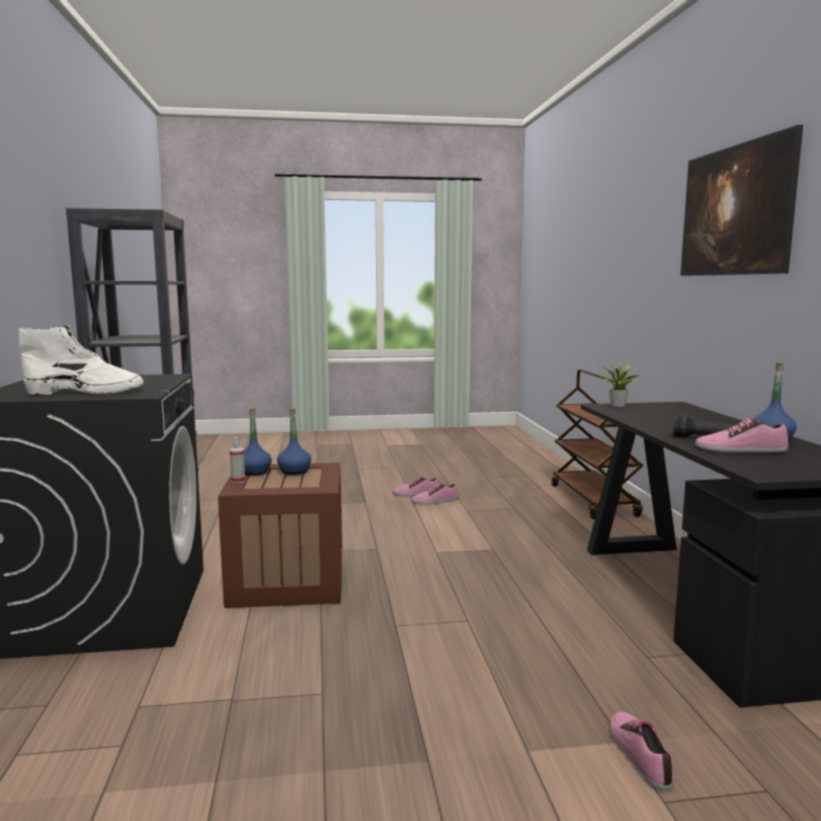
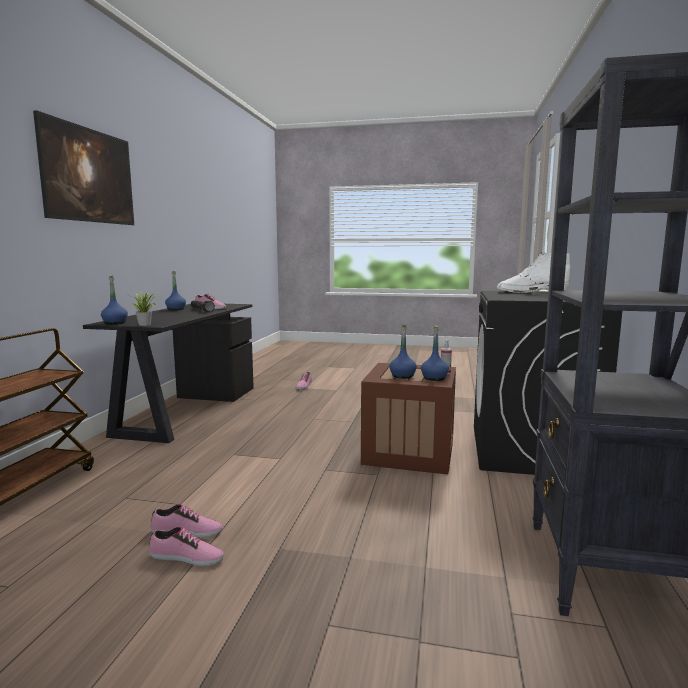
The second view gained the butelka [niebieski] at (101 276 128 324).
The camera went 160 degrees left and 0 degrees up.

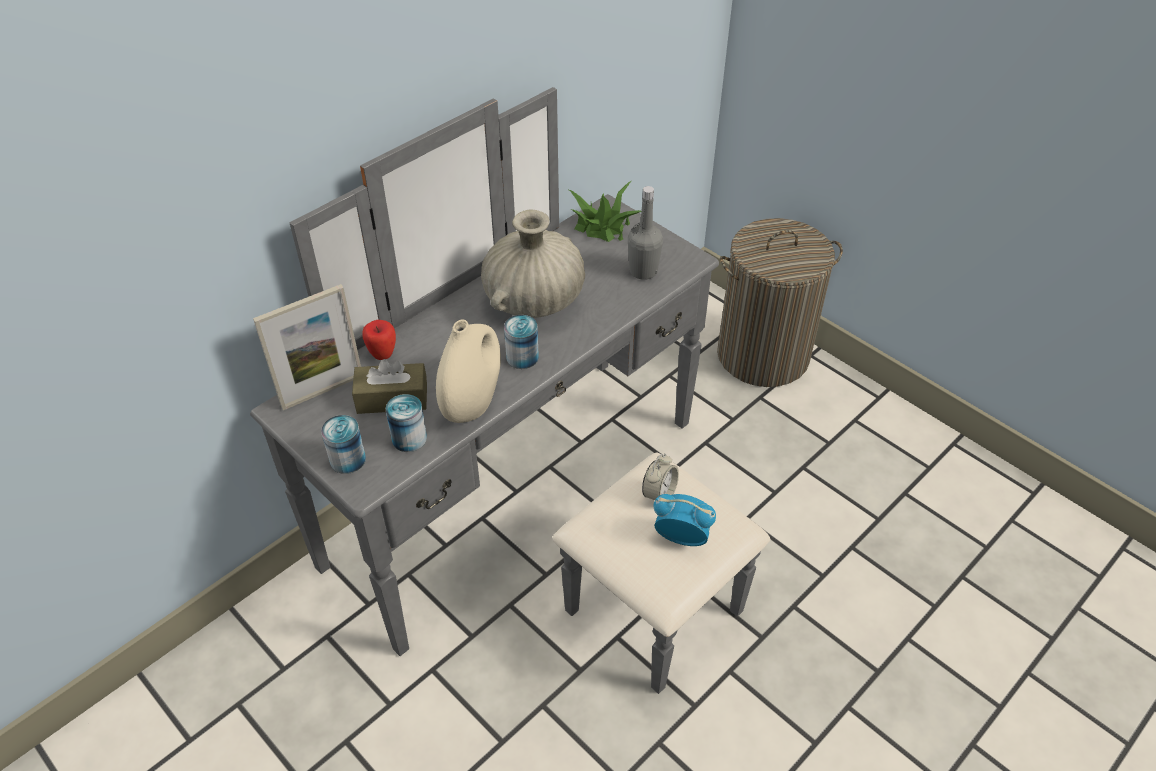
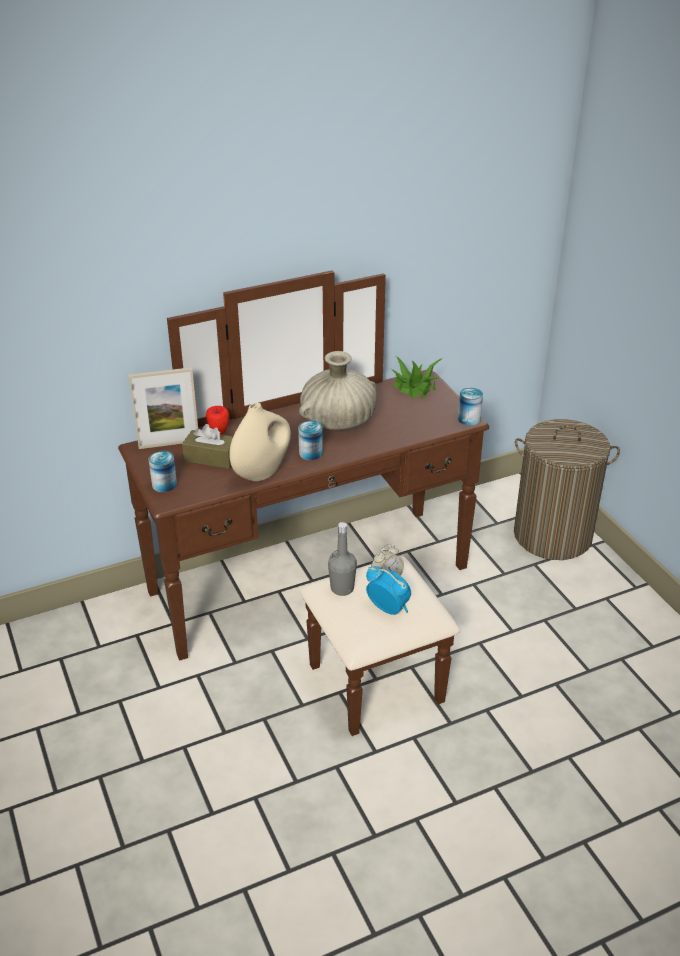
What was the komoda [szary] at (250 87 770 694) turned into the komoda [brązowy] at (118 270 489 736).
The butelka [szary] ended up elsewhere, having gone from (628 186 663 280) to (328 522 357 596).
The puszka ended up elsewhere, having gone from (385 394 427 452) to (458 388 483 426).
The camera went 20 degrees right and 10 degrees down.

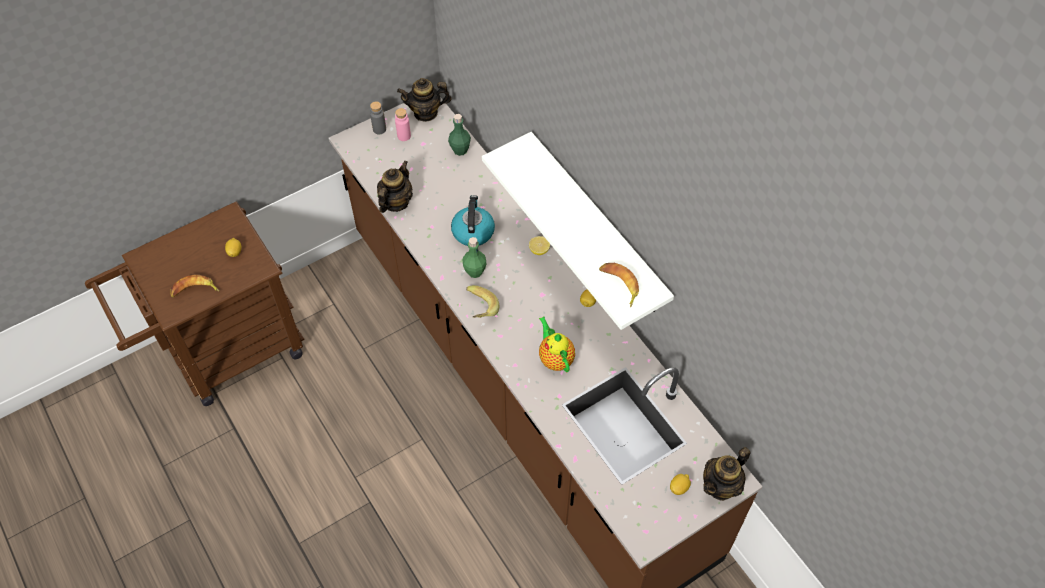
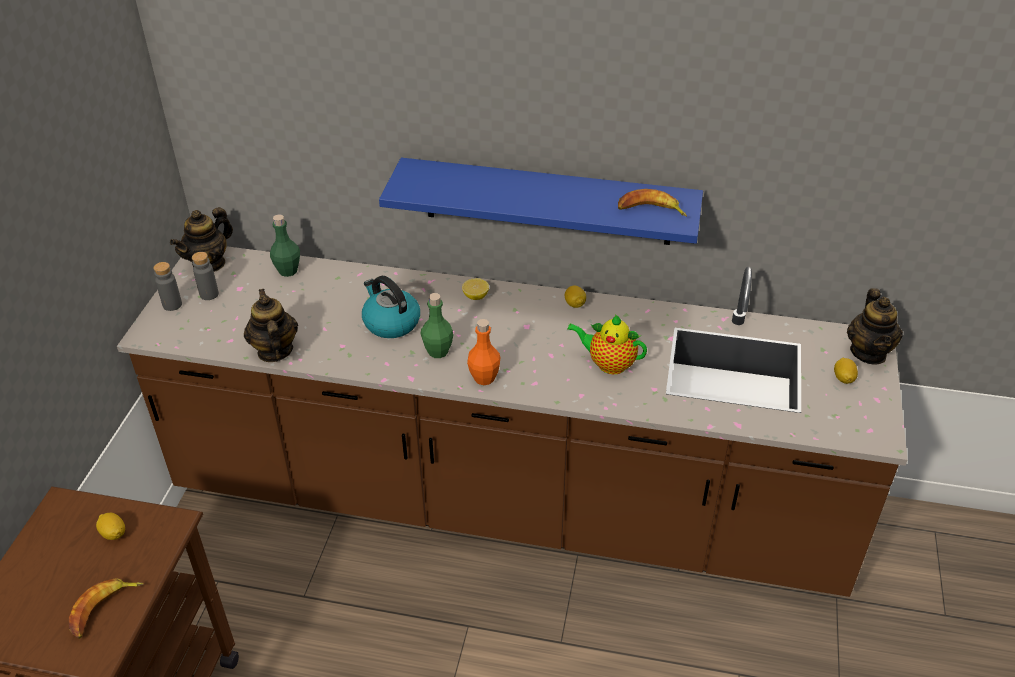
What was the butelka [różowy] at (395 108 411 141) turned into the butelka [szary] at (192 252 219 300).
What was the półka [biały] at (482 132 674 330) turned into the półka [niebieski] at (379 158 703 245).
Where the banan stood at (466 285 499 318), the butelka [pomarańczowy] came to stand at (467 319 501 385).
The camera went 45 degrees left and 15 degrees down.

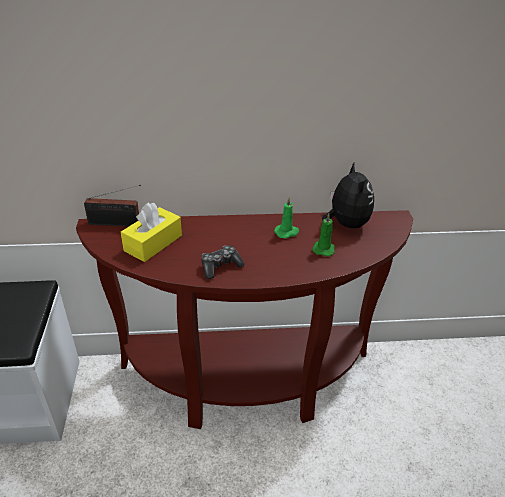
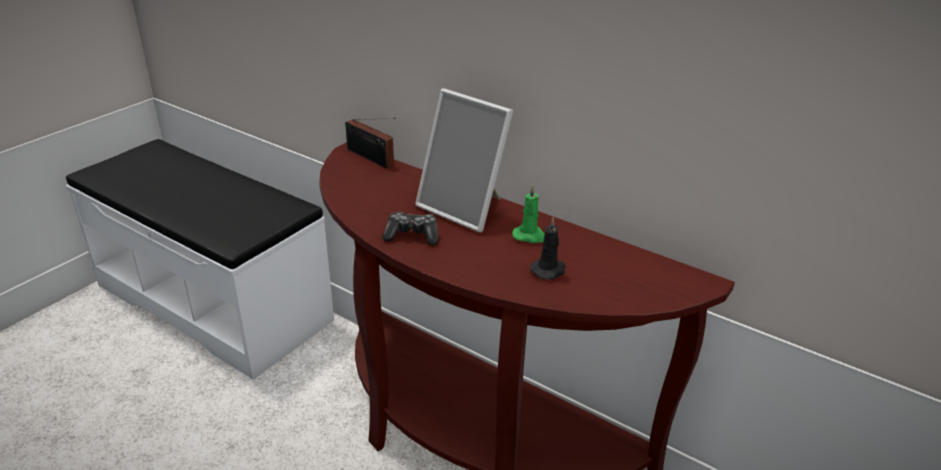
The second view gained the ramka na zdjęcie at (415 88 513 233).
What was the świeca [zielony] at (312 213 335 256) turned into the świeca [czarny] at (530 217 566 280).
The second view lost the pudełko chusteczek [żółty] at (121 203 182 262).
The second view lost the pluszak at (322 162 374 228).
The camera went 40 degrees right and 5 degrees down.

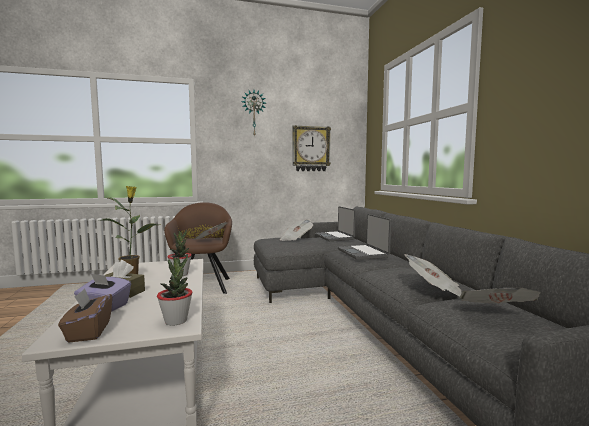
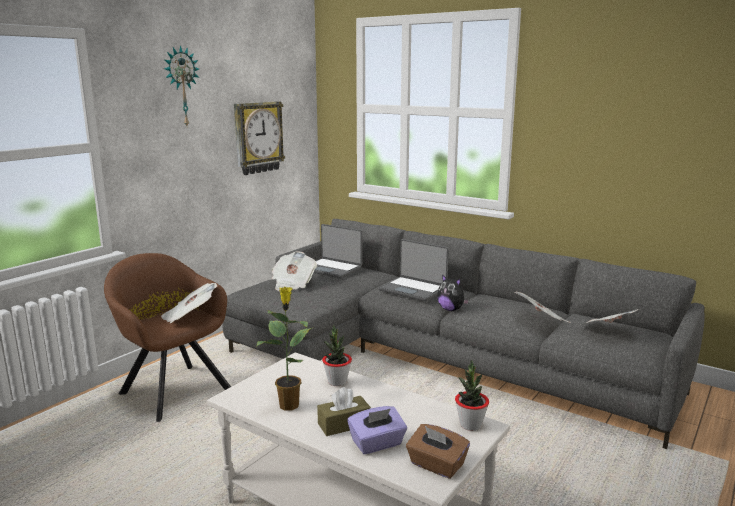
The second view gained the pluszak at (437 274 469 311).
The camera went 40 degrees left and 10 degrees up.

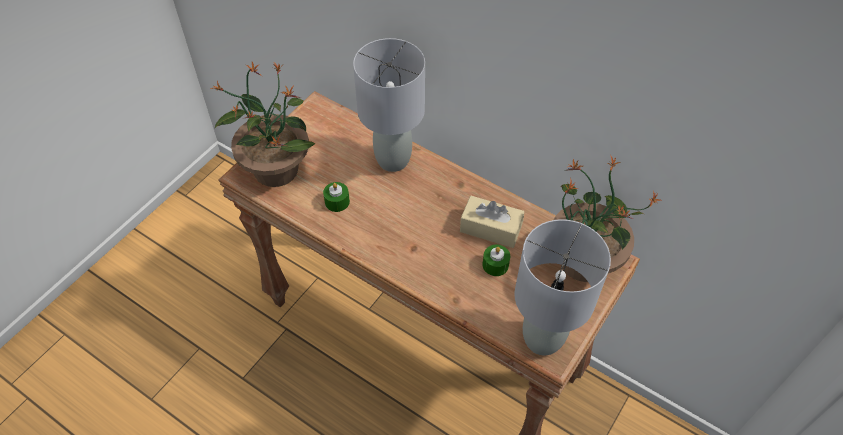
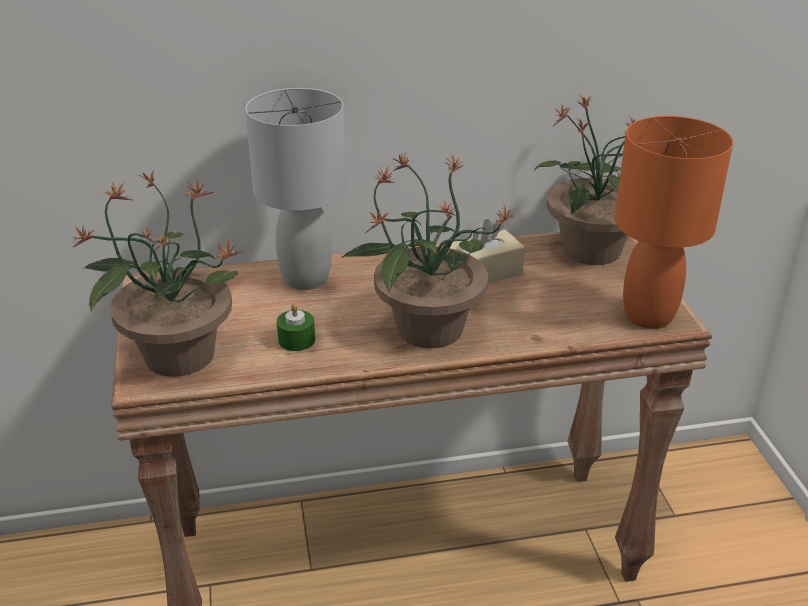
The second view gained the roślina doniczkowa at (341 153 513 348).
What was the lampa stołowa [szary] at (515 219 611 355) turned into the lampa stołowa [pomarańczowy] at (614 116 733 329).
The second view lost the świeca [zielony] at (483 245 510 276).
The camera went 45 degrees left and 20 degrees down.

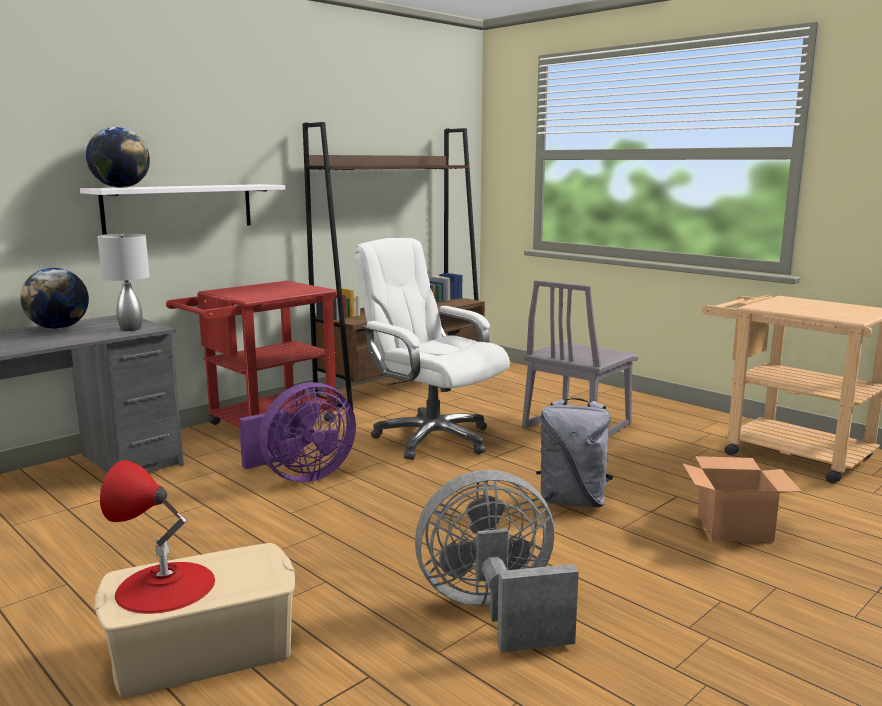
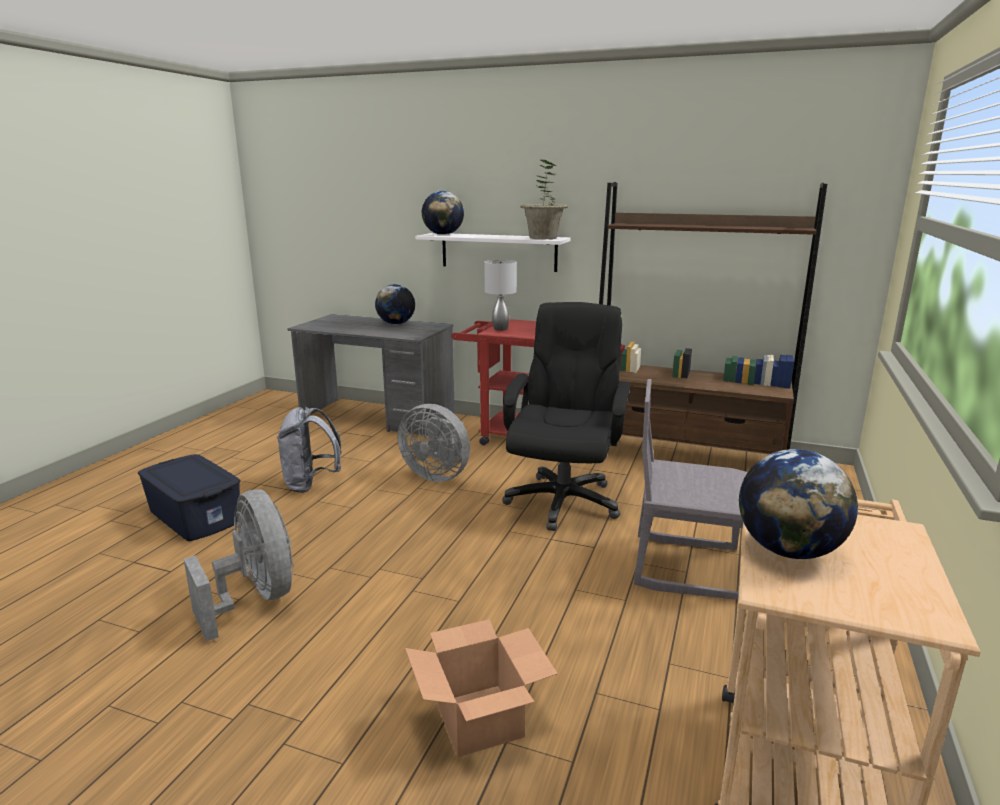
What was the pojemnik do przechowywania [beżowy] at (94 543 295 698) turned into the pojemnik do przechowywania [niebieski] at (138 454 240 541).
The plecak [szary] ended up elsewhere, having gone from (536 398 613 508) to (277 407 341 493).
What was the wentylator [fioletowy] at (239 382 356 482) turned into the wentylator [szary] at (398 404 470 482).
The lampa stołowa [szary] ended up elsewhere, having gone from (97 234 149 331) to (485 260 517 331).
What was the krzesło biurowe [biały] at (354 238 510 460) turned into the krzesło biurowe [czarny] at (502 302 631 531).
The second view gained the roślina doniczkowa at (520 160 568 239).
The second view gained the globus at (739 449 858 559).
The second view lost the lampa stołowa [czerwony] at (100 460 215 614).
The camera went 65 degrees right and 5 degrees up.

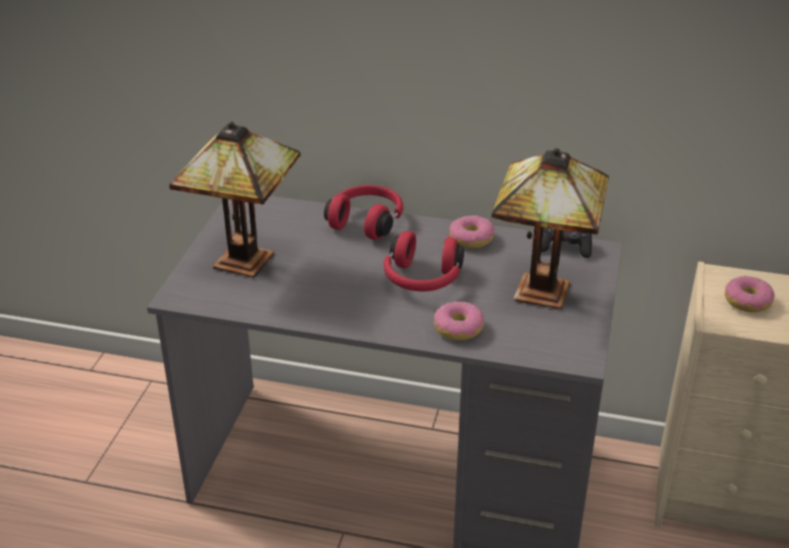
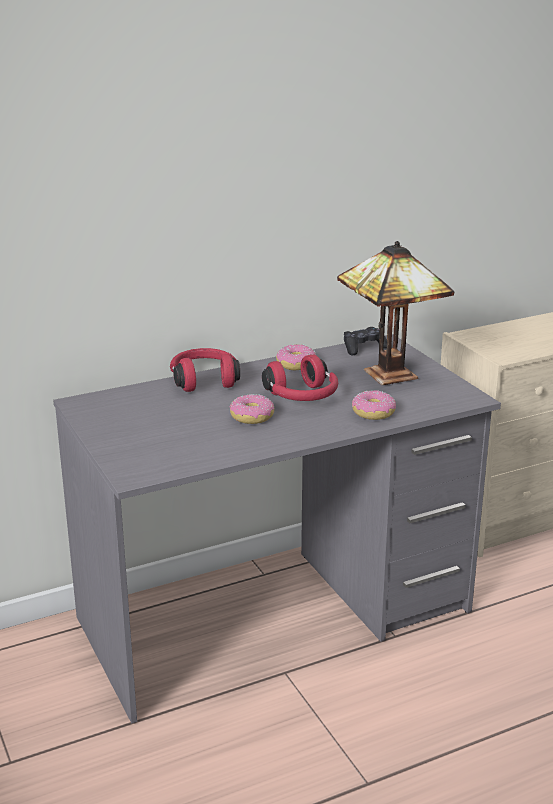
The donut ended up elsewhere, having gone from (725 276 775 312) to (230 394 274 424).
The second view lost the lampa stołowa at (169 122 300 278).
The camera went 40 degrees left and 10 degrees down.

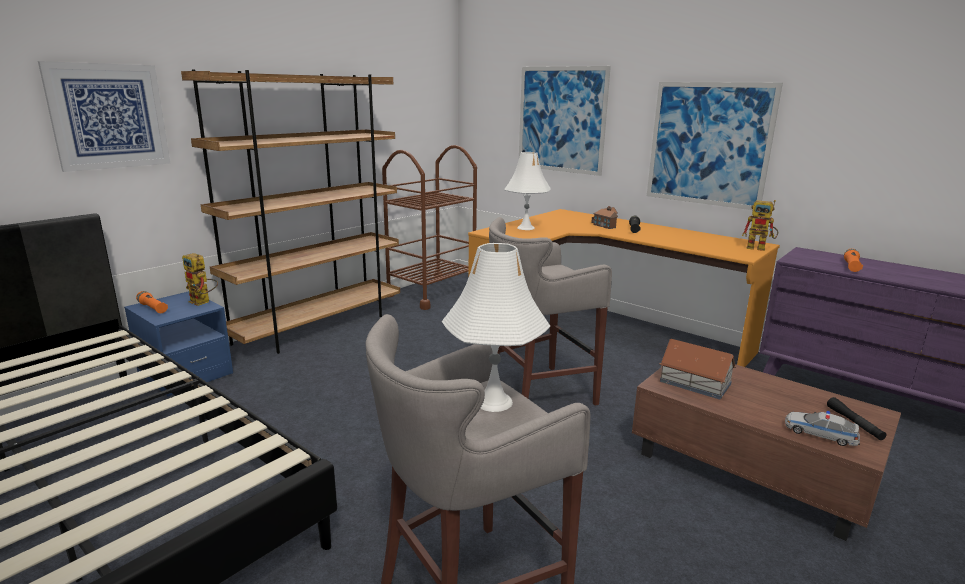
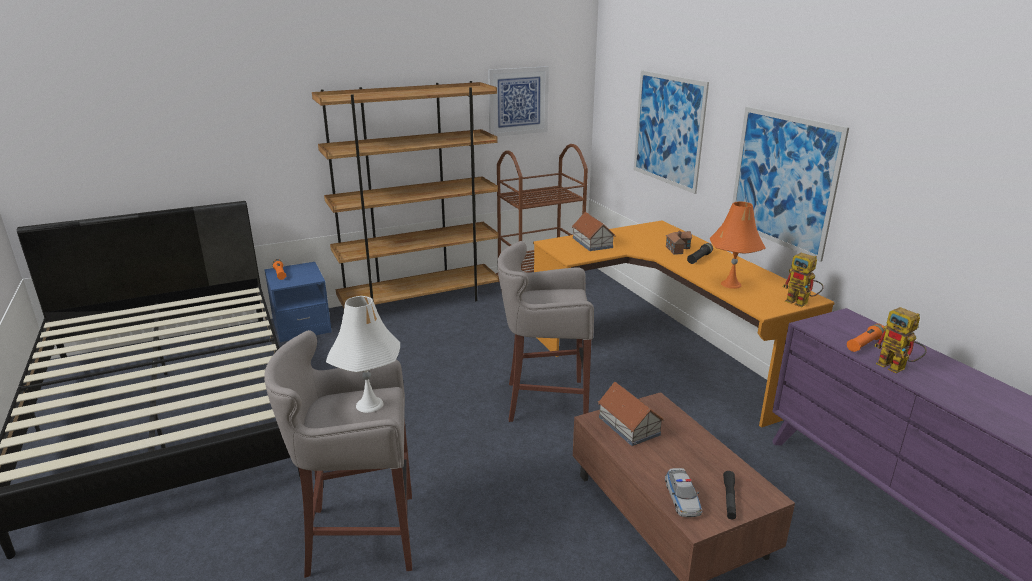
The obraz ended up elsewhere, having gone from (38 61 171 172) to (488 66 549 137).
Where the lampa stołowa [biały] stood at (504 152 551 230), the domek came to stand at (572 212 615 251).
The samochodzik at (785 411 860 446) ended up facing another way, 150 degrees counterclockwise from before.
The second view gained the lampa stołowa [pomarańczowy] at (710 201 766 289).
The robot zabawkowy ended up elsewhere, having gone from (182 253 218 306) to (874 307 927 373).
The camera went 25 degrees right and 5 degrees up.

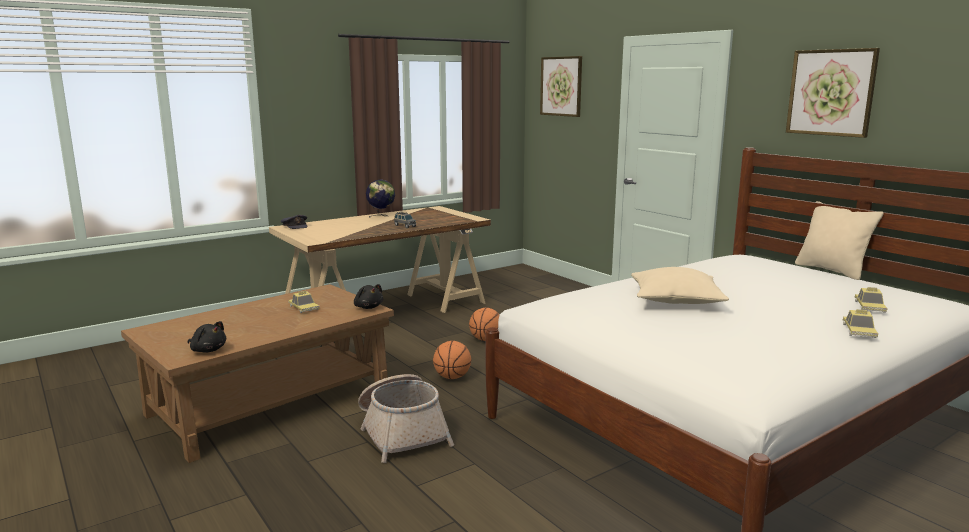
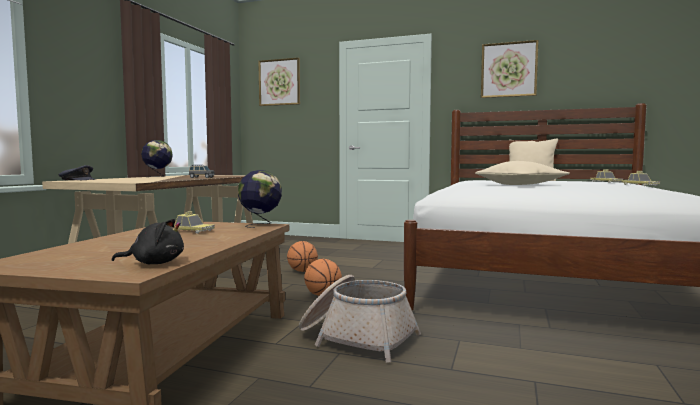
Where the pluszak [czarny] stood at (354 284 383 309), the globus came to stand at (238 170 282 228).
The camera went 35 degrees left and 10 degrees down.

